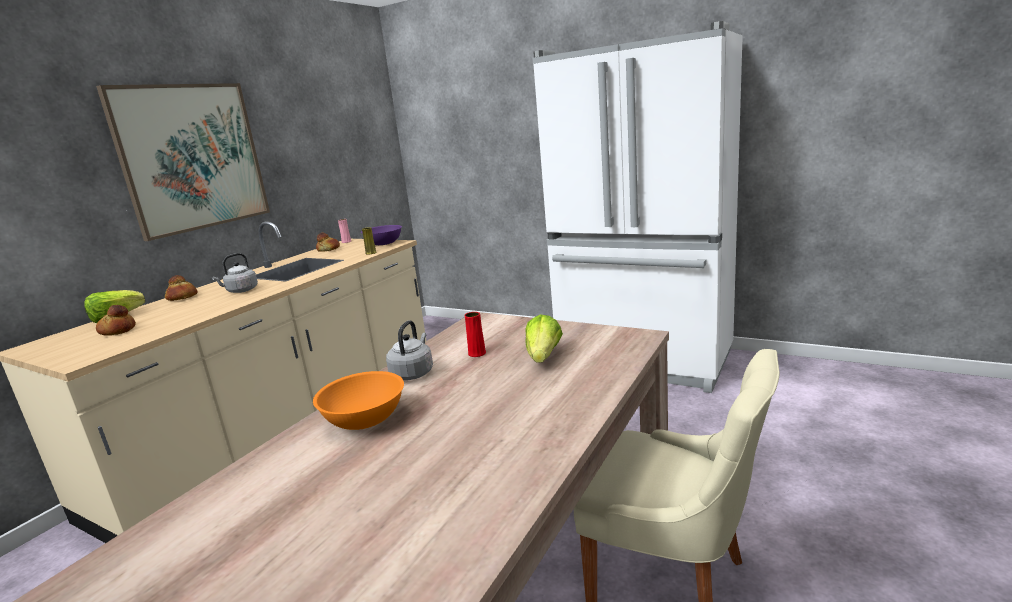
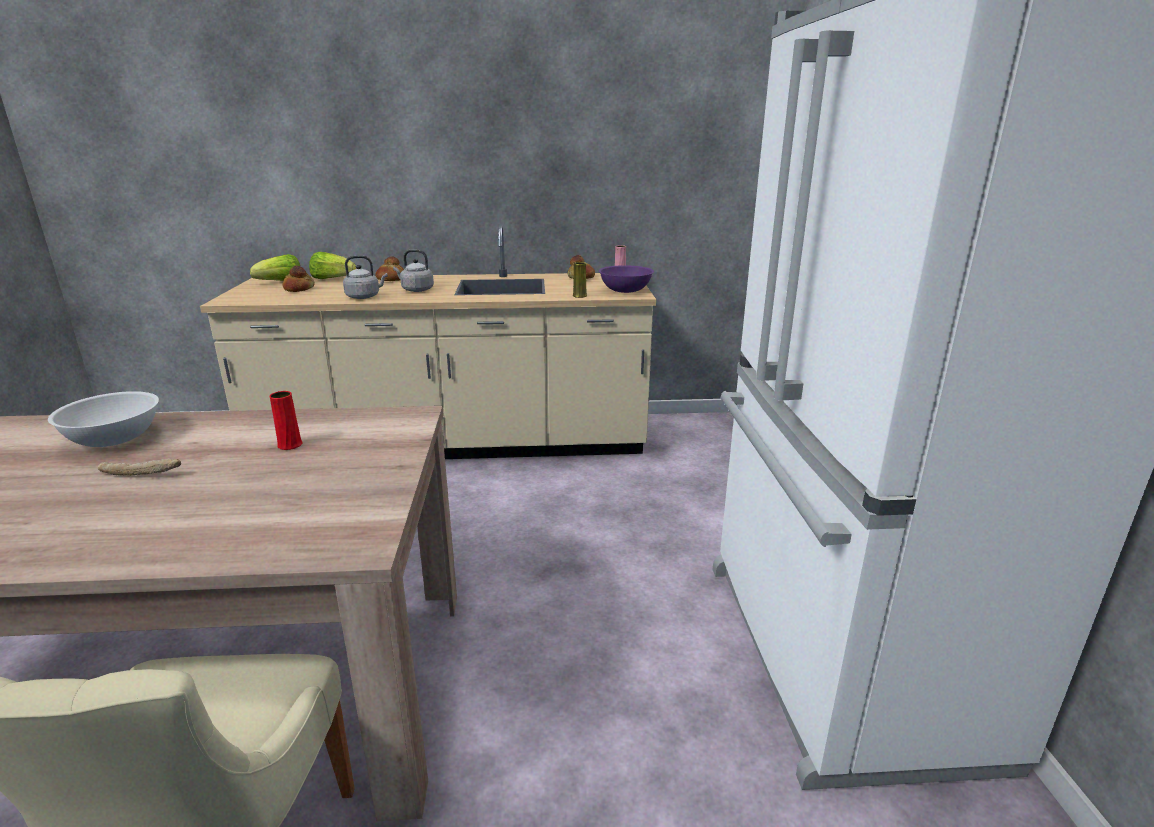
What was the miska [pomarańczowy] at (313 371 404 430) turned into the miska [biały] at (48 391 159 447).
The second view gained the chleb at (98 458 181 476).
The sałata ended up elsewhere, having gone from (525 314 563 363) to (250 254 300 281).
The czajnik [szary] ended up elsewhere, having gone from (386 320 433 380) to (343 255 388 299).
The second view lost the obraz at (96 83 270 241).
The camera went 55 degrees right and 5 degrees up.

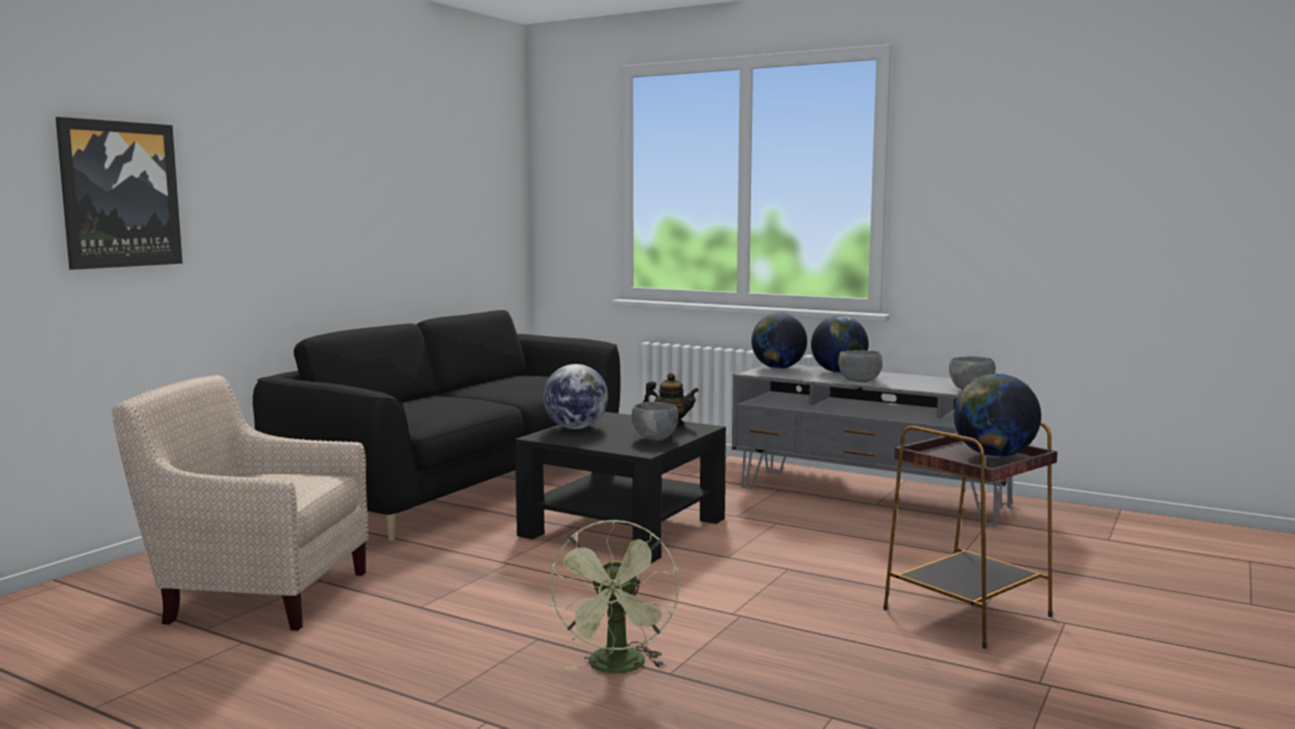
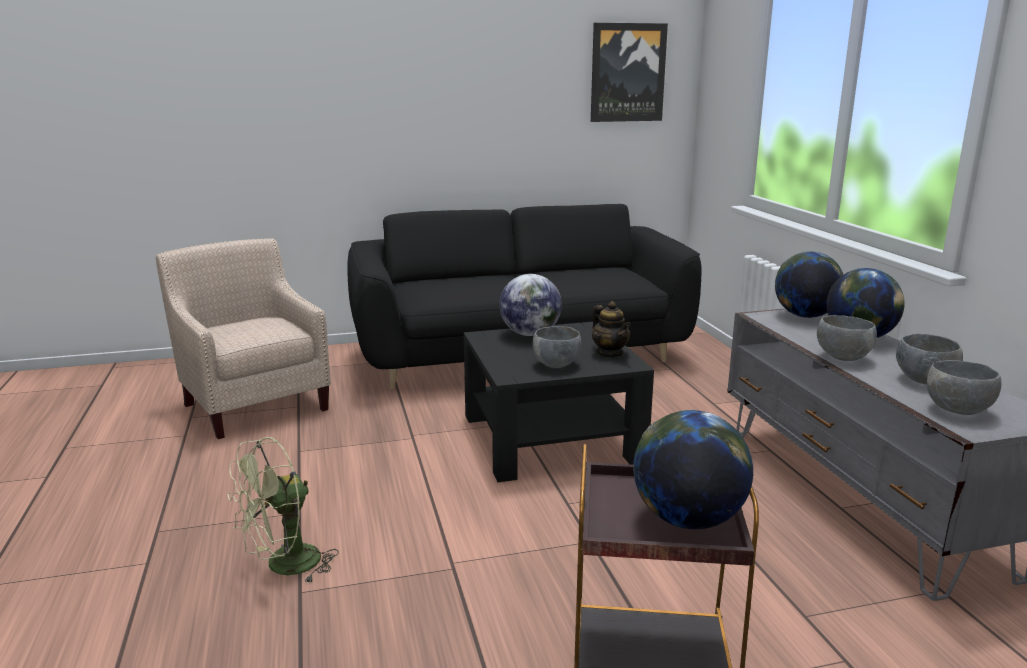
The obraz ended up elsewhere, having gone from (56 117 183 270) to (591 23 668 122).
The second view gained the miska [szary] at (896 334 963 384).
The camera went 45 degrees right and 10 degrees up.

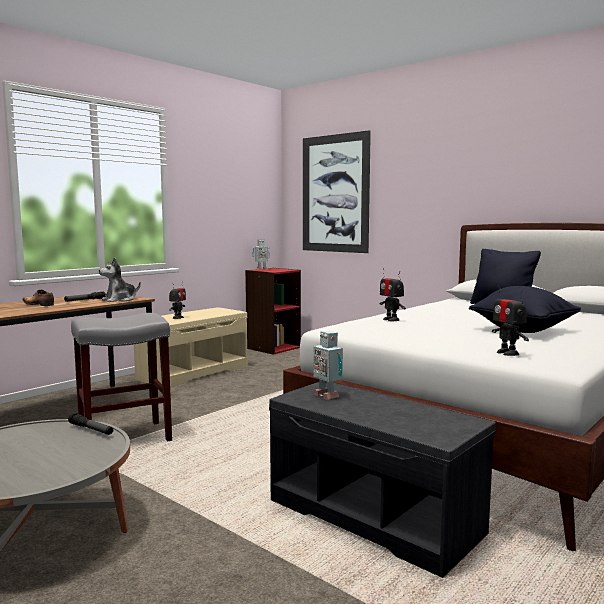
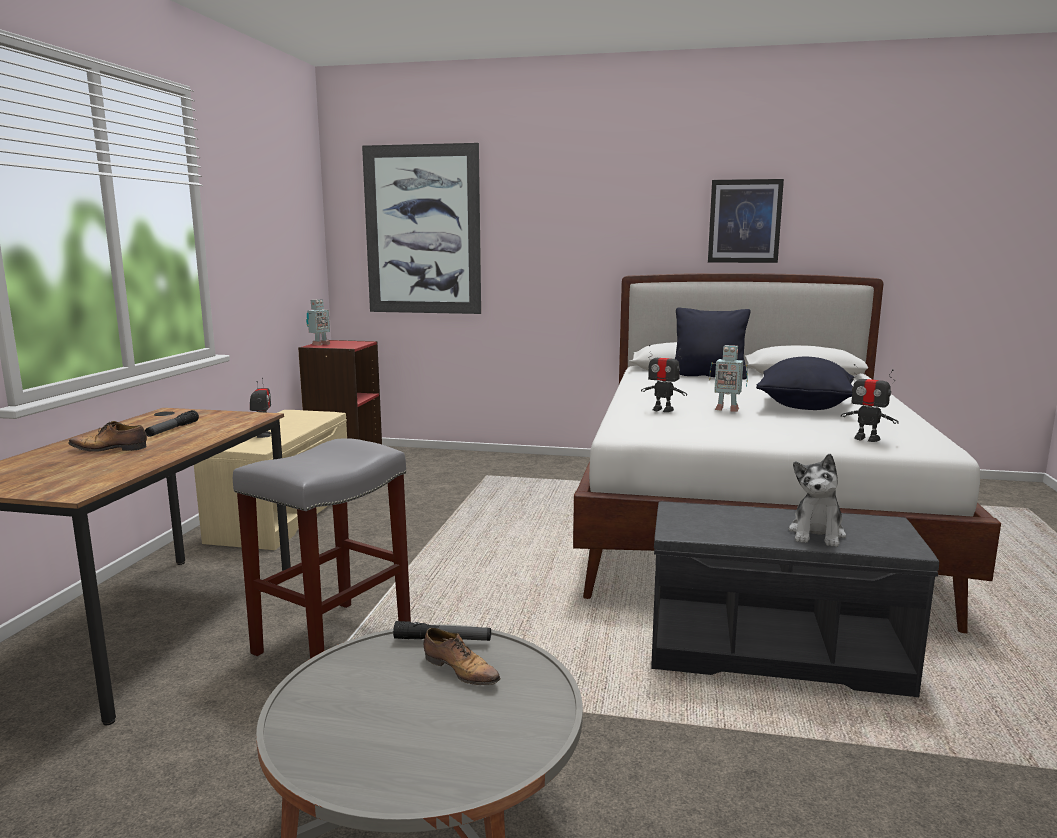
The second view gained the but at (424 628 500 685).
The second view gained the obraz at (708 179 784 263).
The robot zabawkowy ended up elsewhere, having gone from (313 331 343 400) to (709 345 748 412).
The pluszak ended up elsewhere, having gone from (99 257 141 302) to (788 454 846 547).
The camera went 30 degrees left and 5 degrees up.

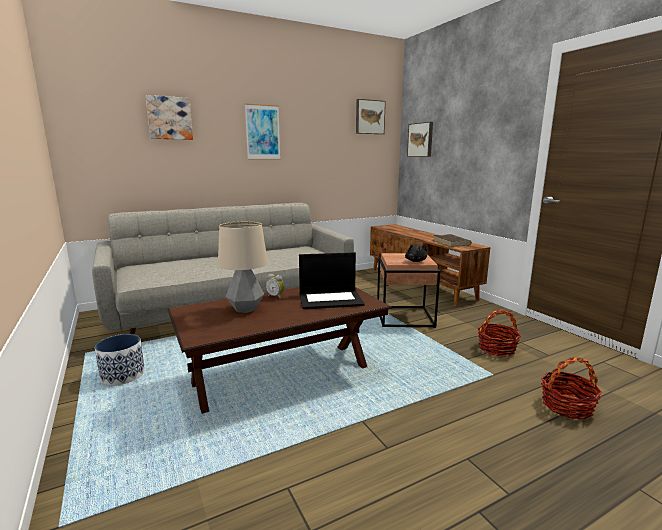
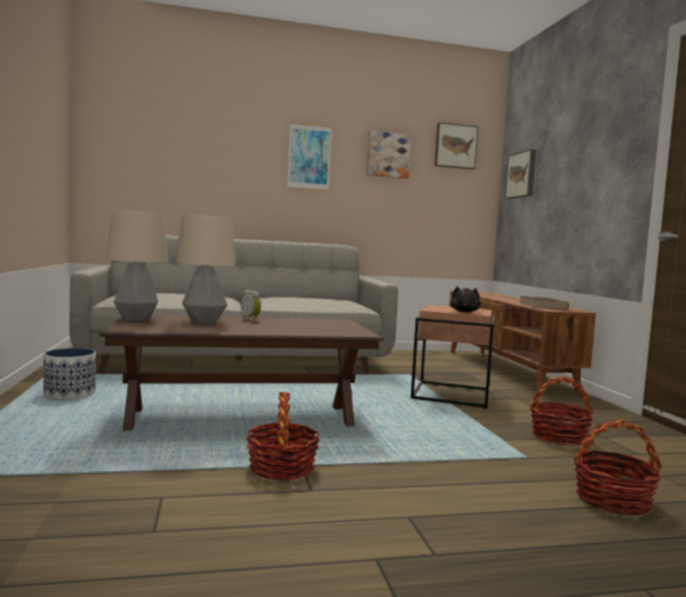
The second view gained the lampa stołowa at (105 211 168 321).
The second view gained the koszyk at (246 392 320 480).
The obraz ended up elsewhere, having gone from (146 95 193 140) to (367 131 411 178).
The second view lost the laptop at (299 252 364 309).
The camera went 15 degrees right and 10 degrees down.

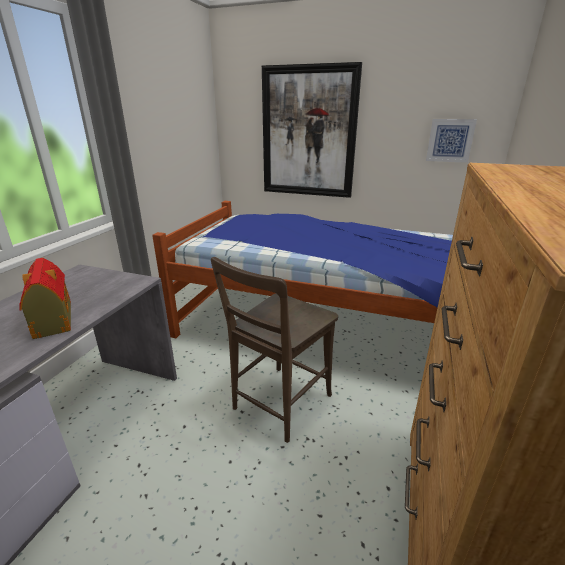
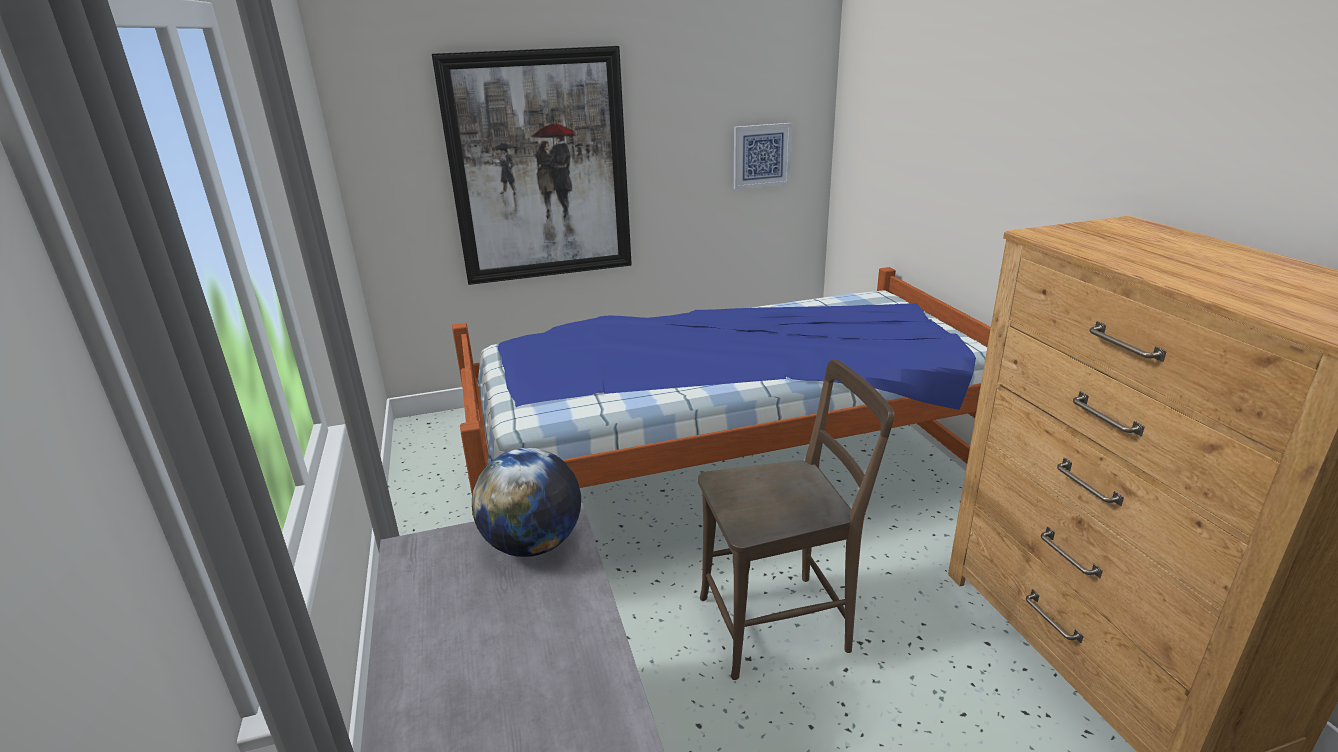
The second view gained the globus at (472 448 581 557).
The krzesło [brązowy] at (211 257 338 443) ended up facing another way, 105 degrees counterclockwise from before.
The second view lost the domek at (20 258 71 339).
The camera went 35 degrees left and 0 degrees up.

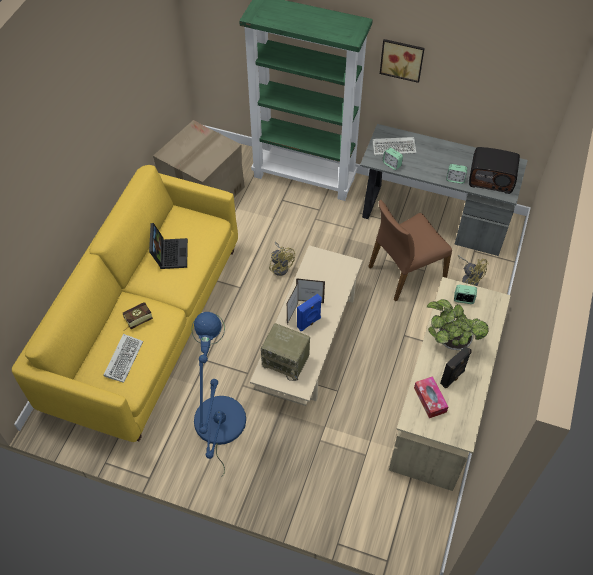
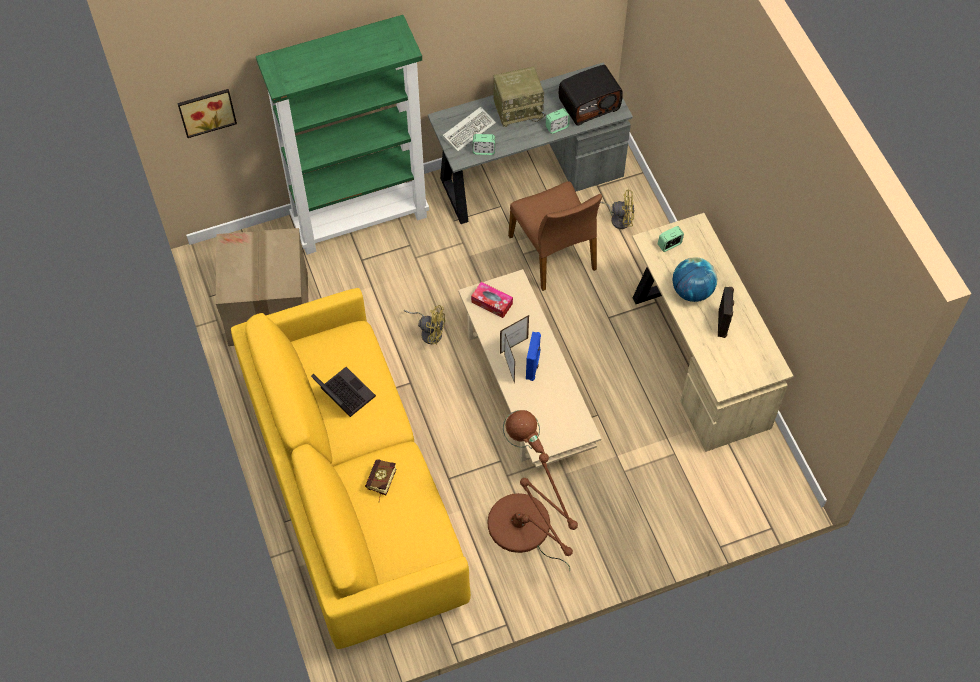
The obraz ended up elsewhere, having gone from (380 39 425 83) to (177 89 237 138).
The pudełko chusteczek ended up elsewhere, having gone from (414 376 448 418) to (471 282 513 318).
What was the lampa stojąca [niebieski] at (192 312 246 477) turned into the lampa stojąca [brązowy] at (487 410 578 571).
The radio ended up elsewhere, having gone from (261 323 310 381) to (493 67 546 127).
The krzesło [brązowy] at (368 200 452 302) ended up facing another way, 45 degrees counterclockwise from before.
Where the roślina doniczkowa stood at (427 299 489 350), the globus came to stand at (672 257 717 302).
The second view lost the klawiatura at (103 334 143 383).
The camera went 40 degrees left and 5 degrees up.

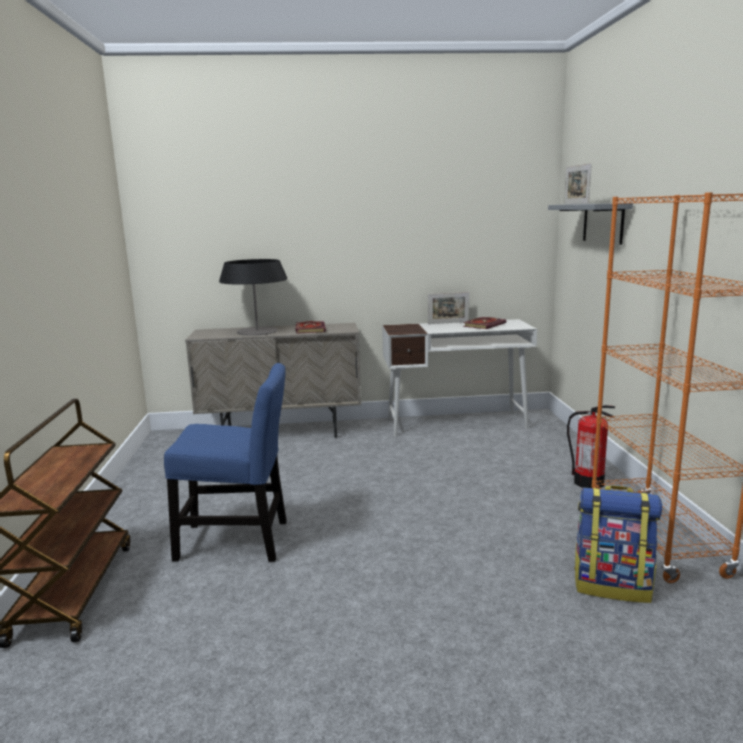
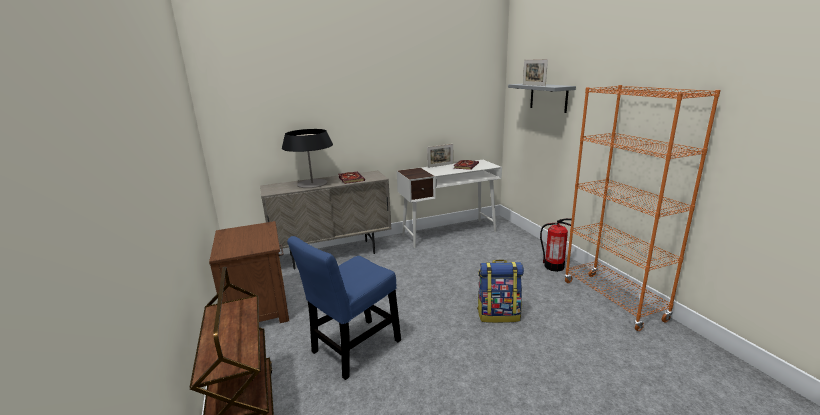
The second view gained the szafka nocna [brązowy] at (209 221 289 323).
The krzesło [niebieski] at (164 363 287 562) ended up facing another way, 150 degrees clockwise from before.
The plecak ended up elsewhere, having gone from (574 486 662 603) to (477 260 524 323).
The camera went 15 degrees left and 5 degrees up.

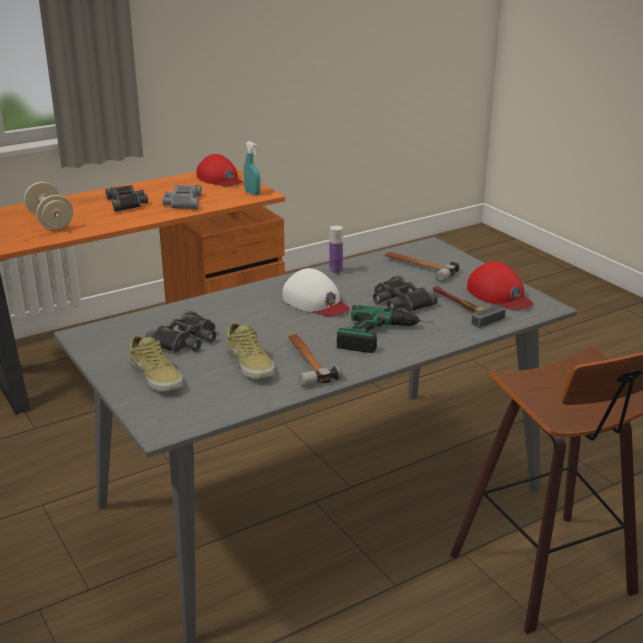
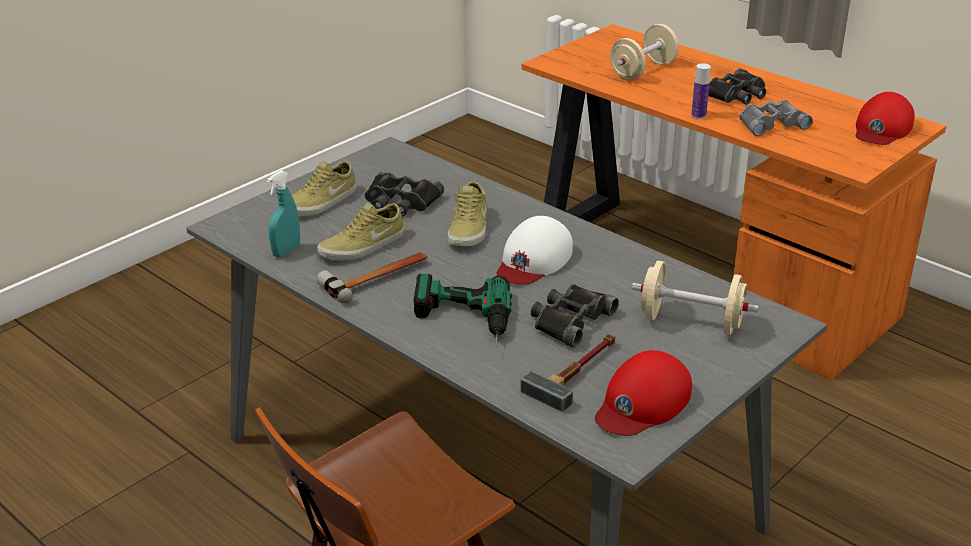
The spryskiwacz [turkusowy] ended up elsewhere, having gone from (244 141 261 195) to (266 170 300 257).
The second view gained the but [beżowy] at (447 182 487 246).
Where the młotek stood at (384 252 460 282), the hantel [beżowy] came to stand at (632 261 759 335).
The butelka ended up elsewhere, having gone from (329 226 343 275) to (691 63 711 119).
The camera went 75 degrees right and 5 degrees up.

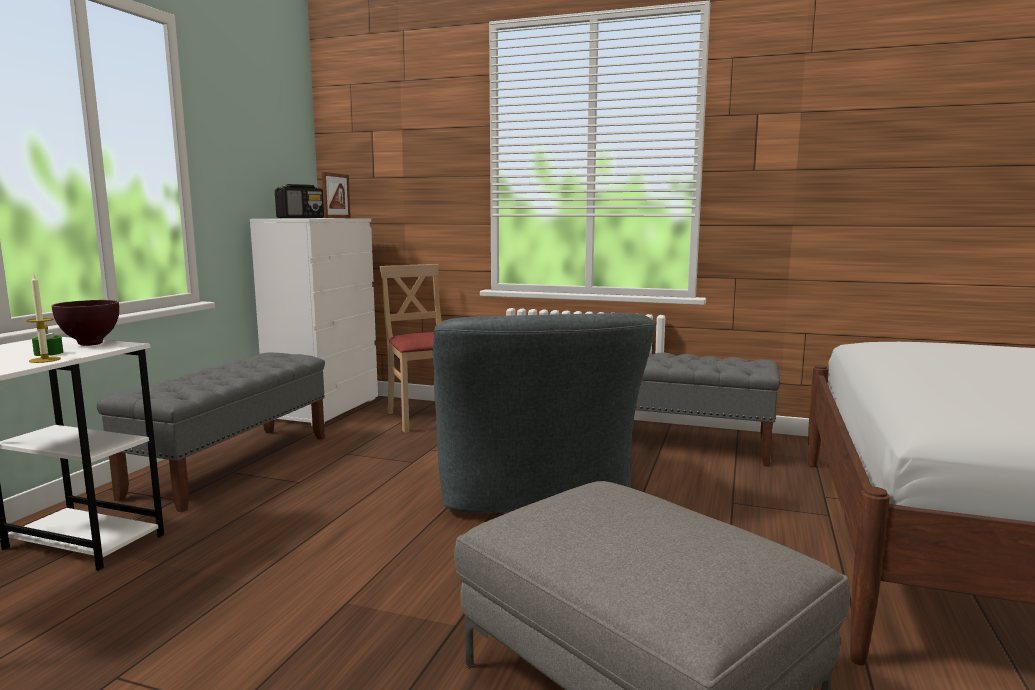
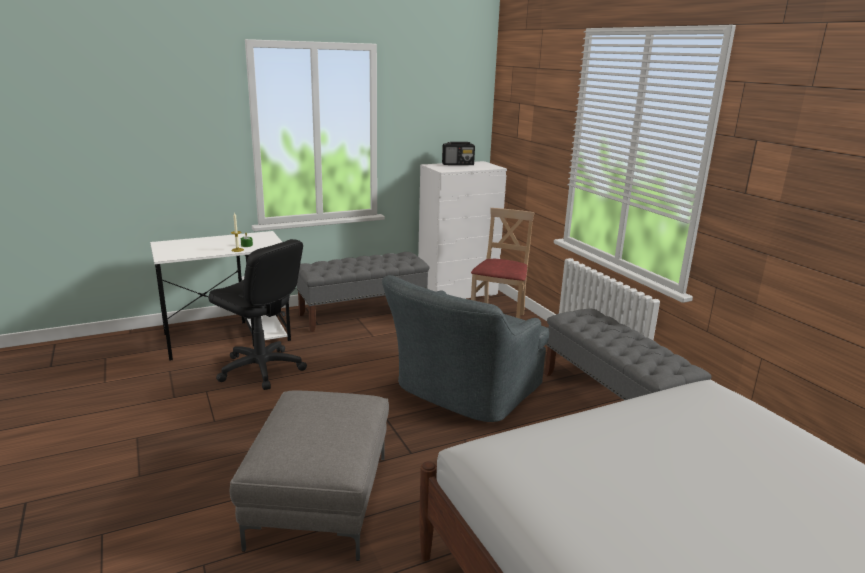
The second view gained the krzesło biurowe [czarny] at (208 239 307 390).
The second view lost the miska [brązowy] at (52 300 119 346).
The second view lost the ramka na zdjęcie at (322 172 351 218).
The camera went 45 degrees right and 10 degrees up.

